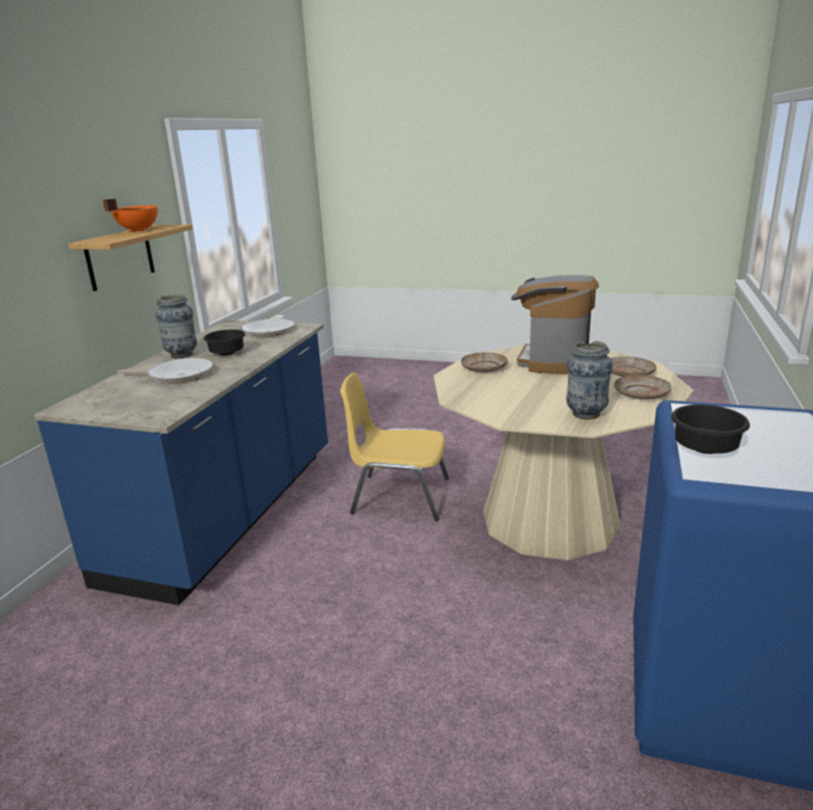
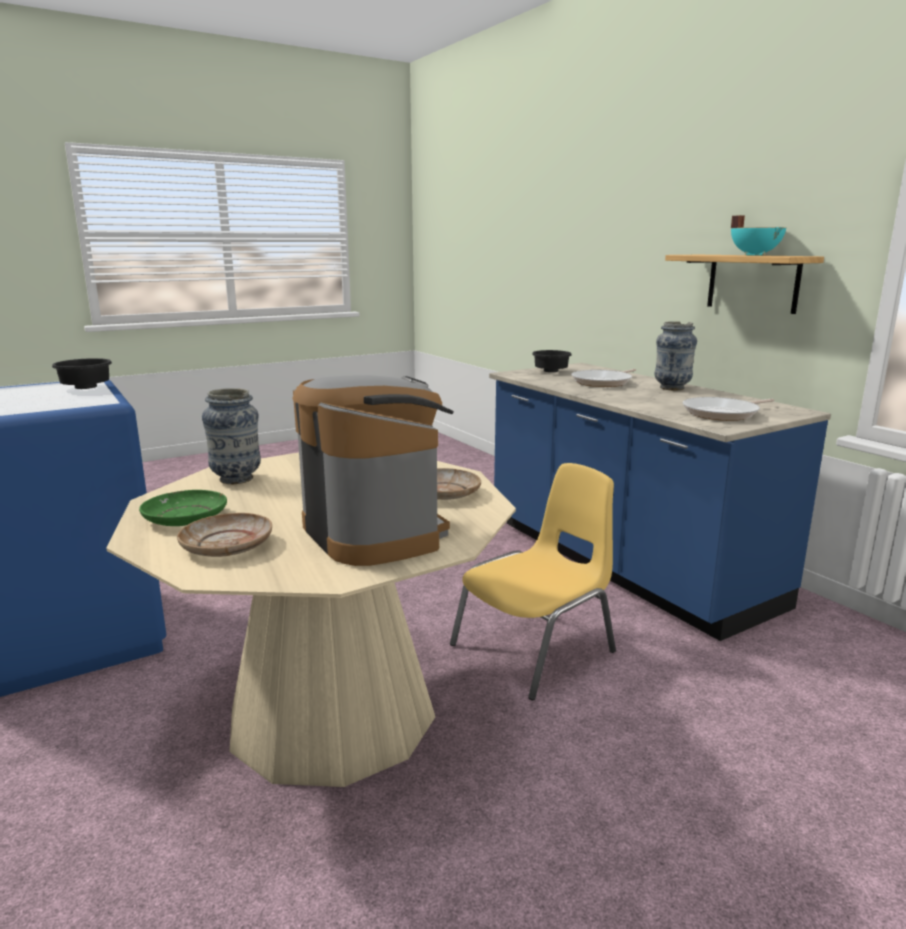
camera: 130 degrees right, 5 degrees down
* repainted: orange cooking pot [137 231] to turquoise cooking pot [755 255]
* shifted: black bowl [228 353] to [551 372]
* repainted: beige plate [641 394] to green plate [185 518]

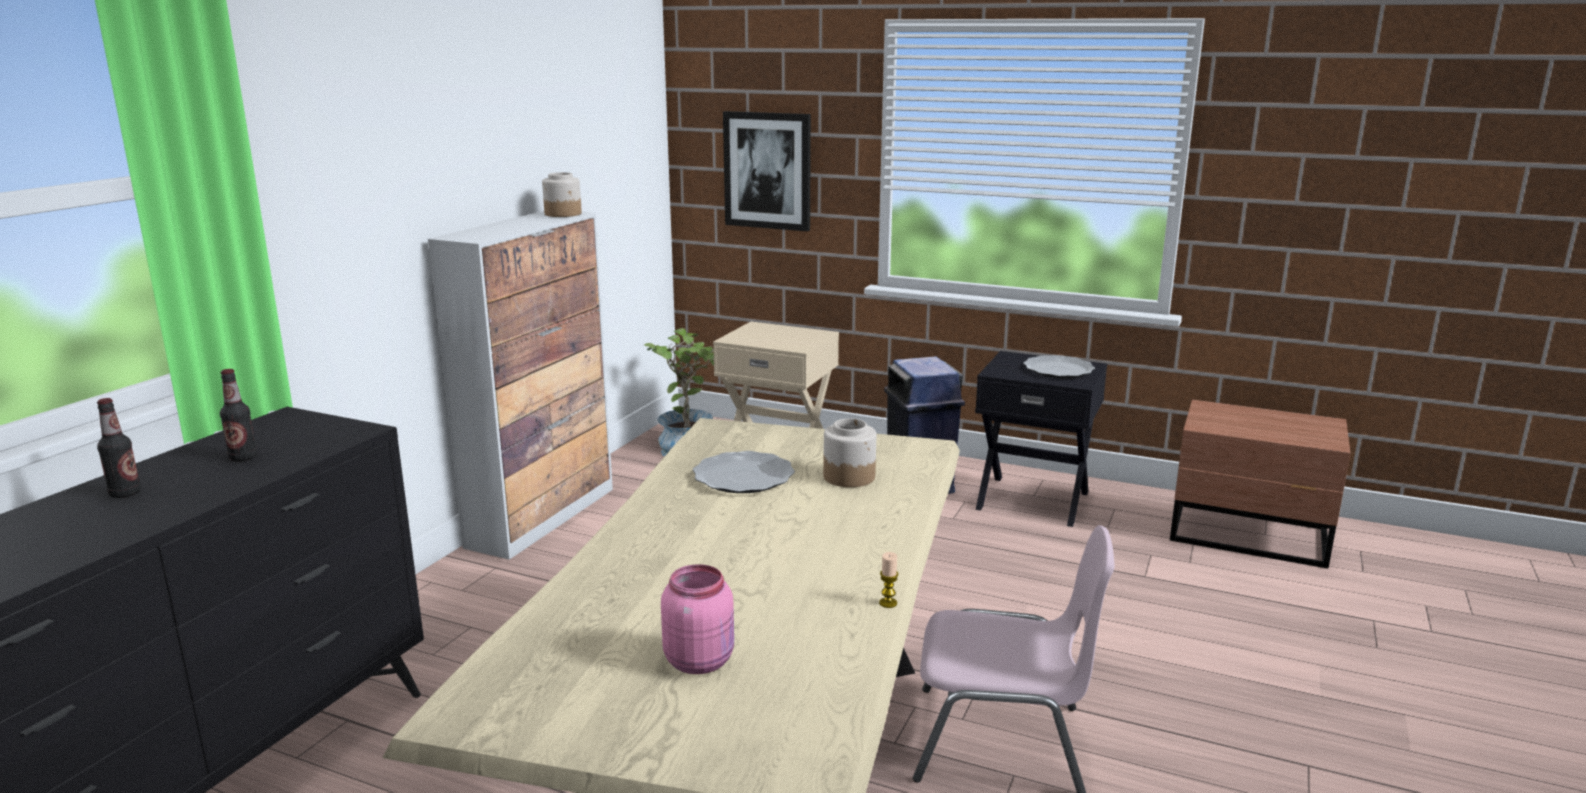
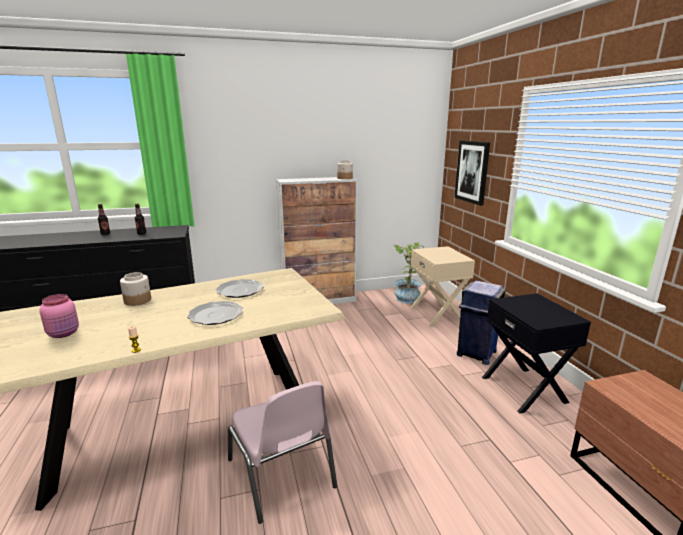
camera: 50 degrees right, 0 degrees up
* shifted: plate [1058 370] to [216 315]
* shifted: jar [849 477] to [138 300]

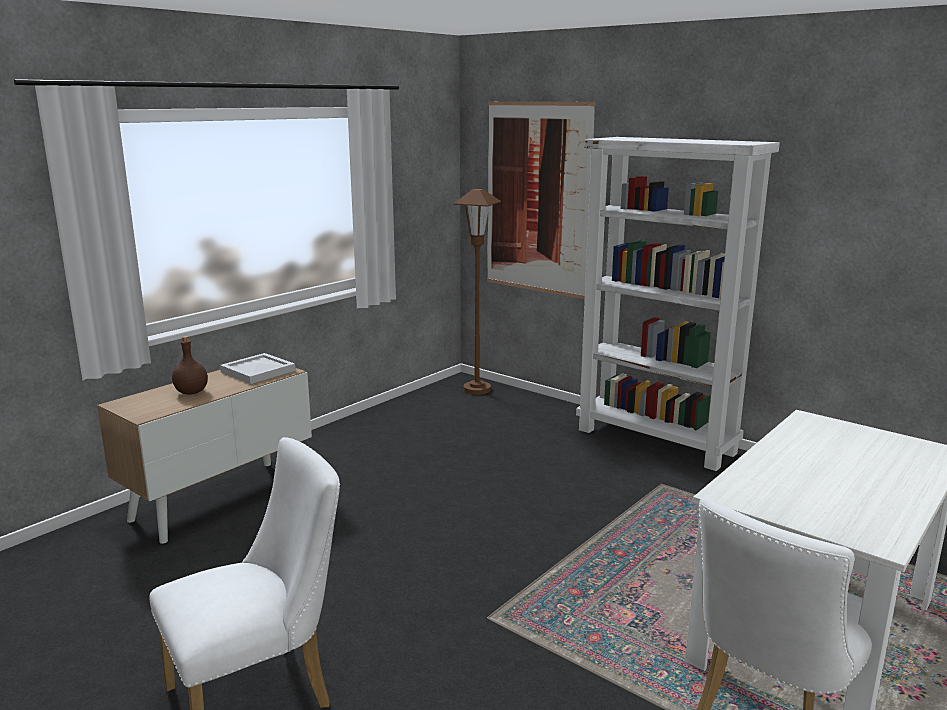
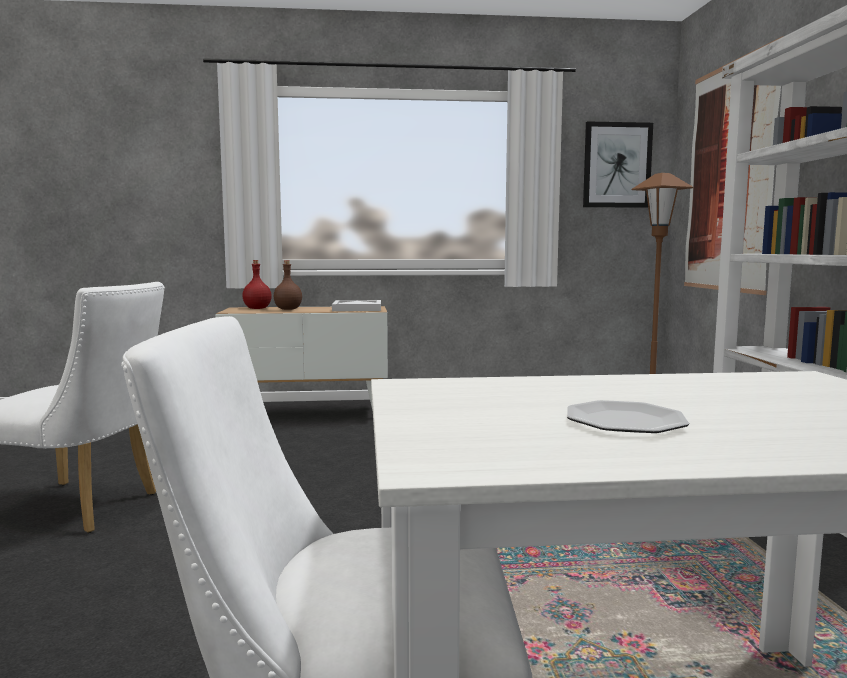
camera: 45 degrees right, 10 degrees down
* new: picture [617 165]
* new: red bottle [257 308]
* new: plate [625 422]

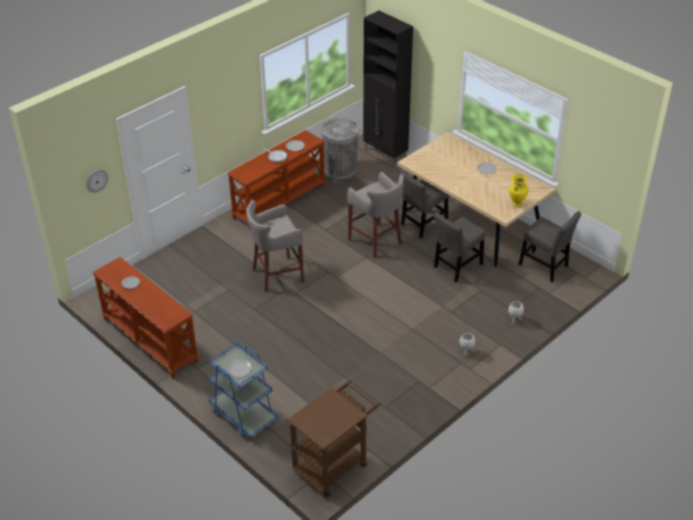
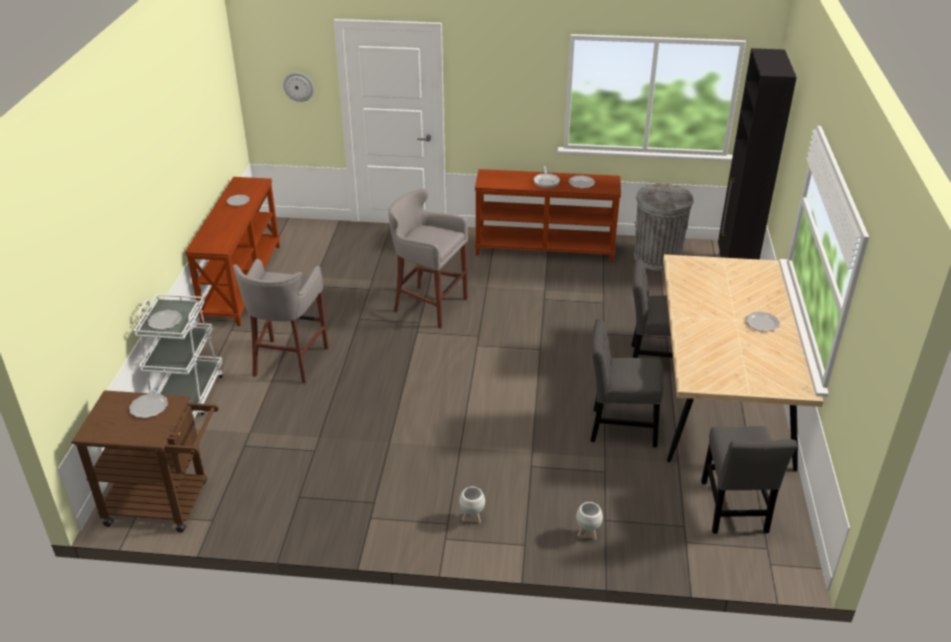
camera: 50 degrees right, 5 degrees down
* shifted: grey stool [376 241] to [288 362]
* gone: yellow vase [516 203]
* repainted: blue cart [243 415] to white cart [188 395]
* new: plate [149 406]

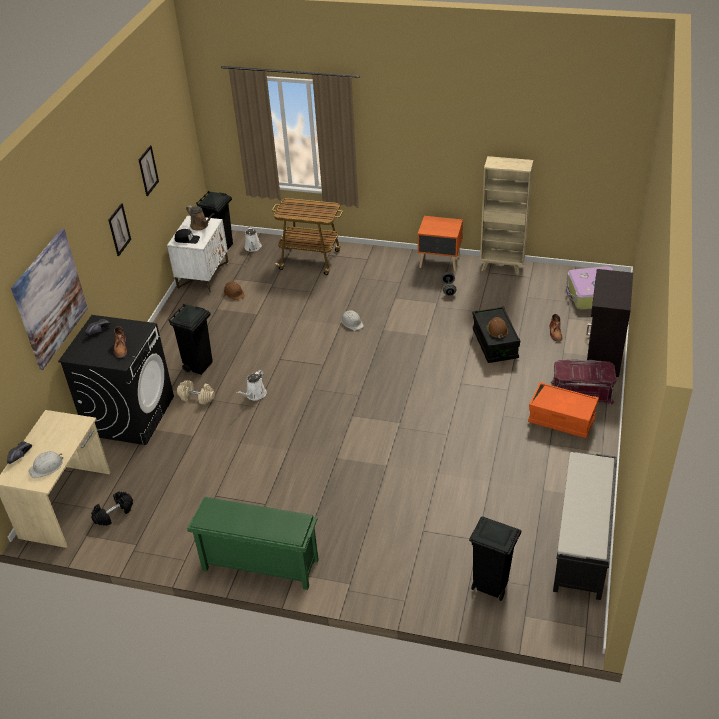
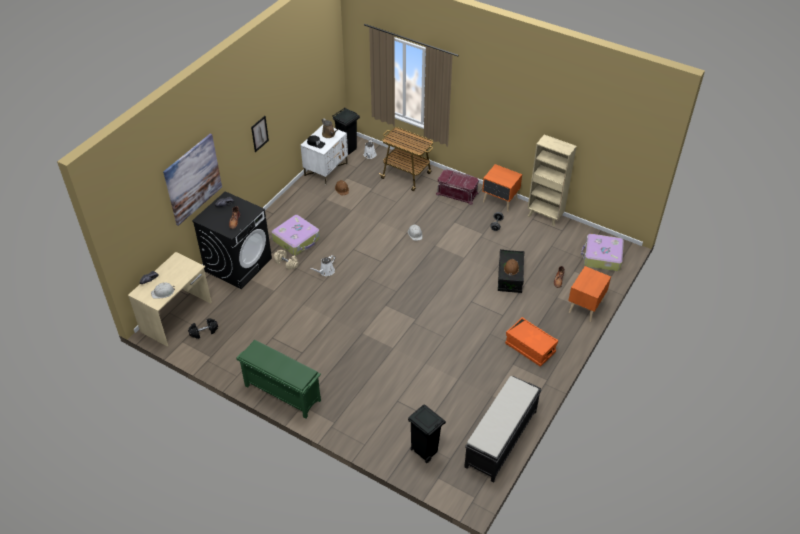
camera: 15 degrees right, 5 degrees up
* gone: picture [148 170]
* swapped: black cabinet [602 355] to orange nightstand [585 307]
* swapped: black trash can [199 365] to suitcase [297 239]
* shifted: red storage box [582 391] to [457 193]

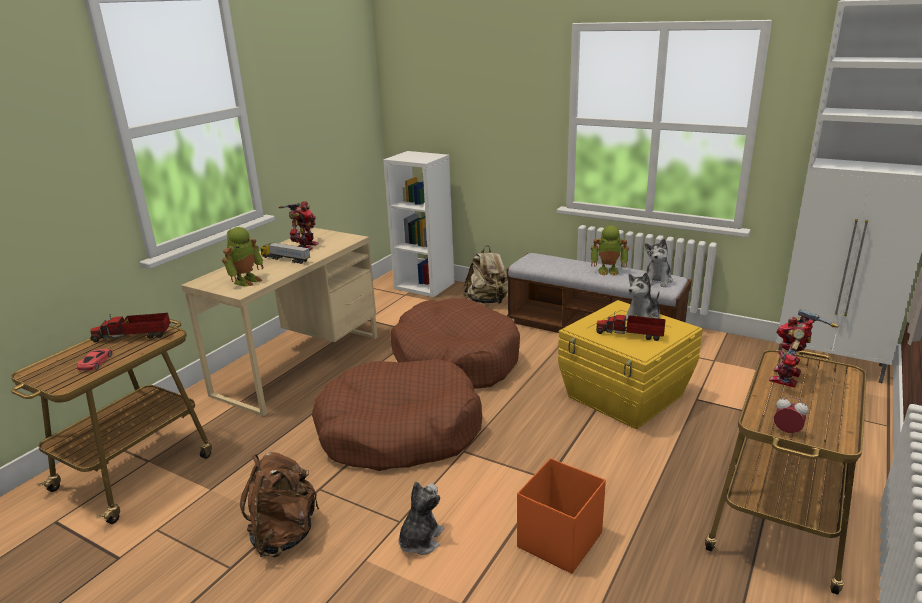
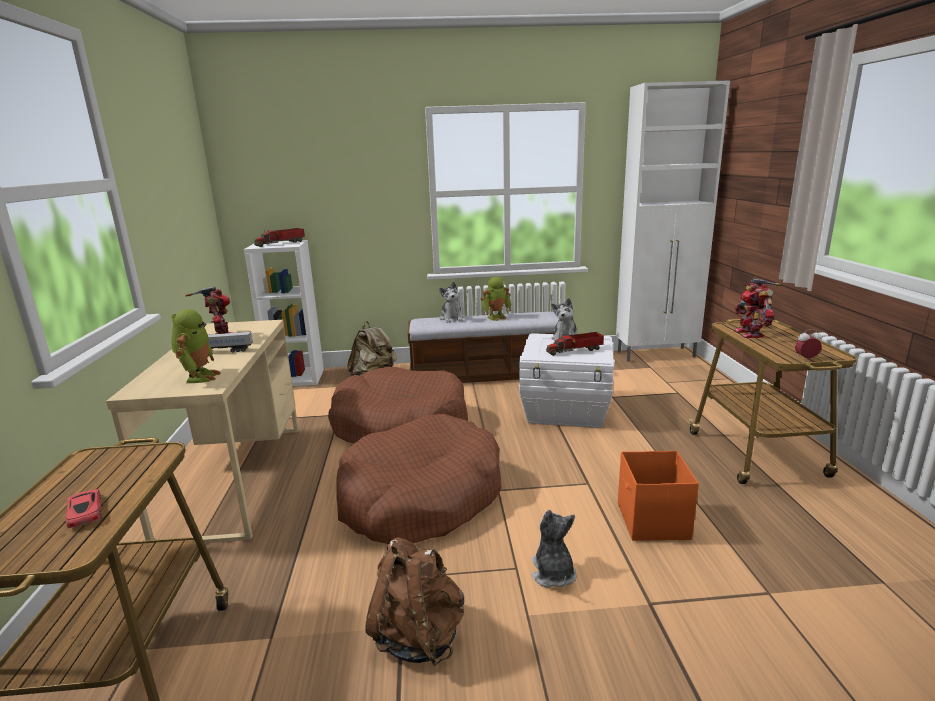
camera: 35 degrees left, 5 degrees down
* shifted: plush toy [657 280] to [452 318]
* repainted: yellow storage box [625 397] to white storage box [567 410]
* shifted: toy truck [134 336] to [281 243]

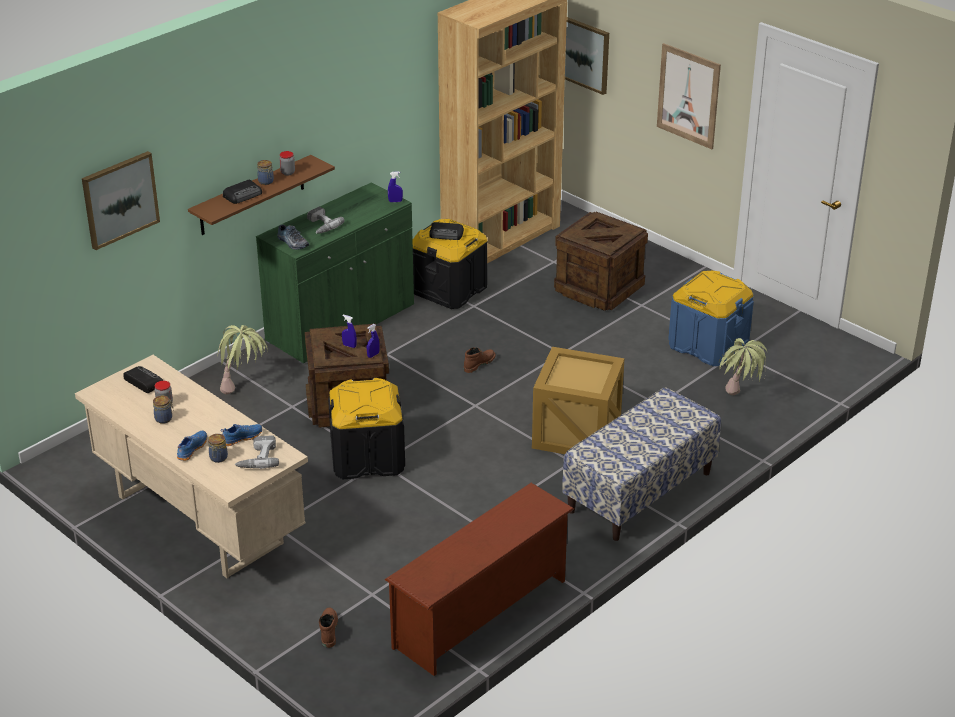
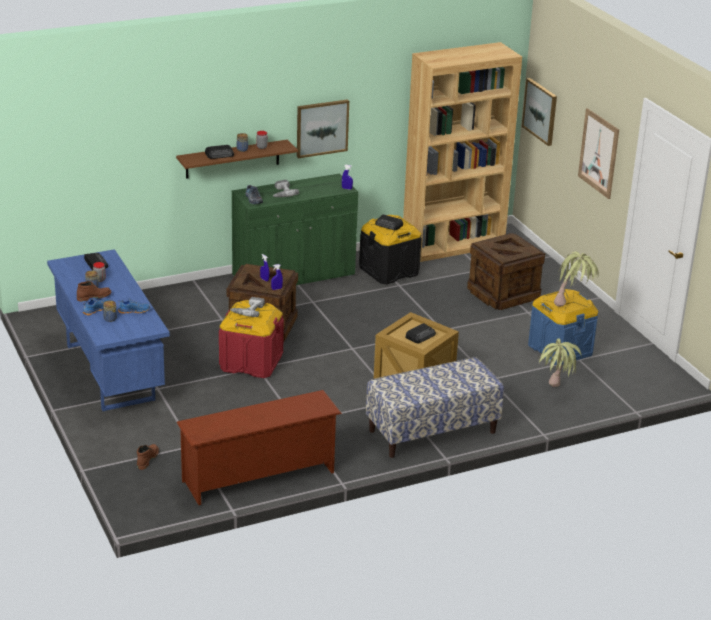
camera: 20 degrees right, 5 degrees down
* shifted: picture [120 199] to [322 128]
* shifted: potted plant [244 389] to [573 306]
* shifted: brown boot [479 363] to [94 297]
* repainted: beige desk [198 519] to blue desk [109 372]
* repainted: black storage box [367 457] to red storage box [251 362]
* shifted: power drill [257 458] to [248 310]
* new: radio [420 336]

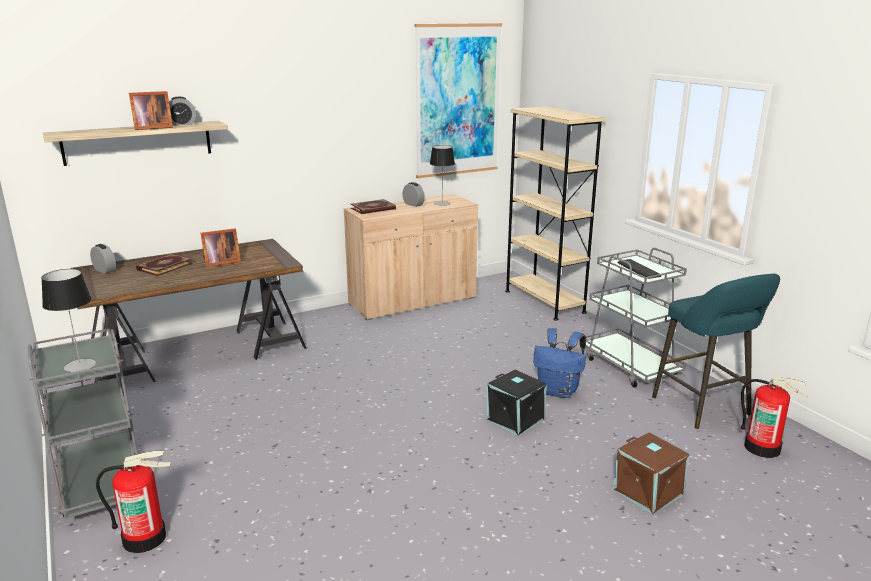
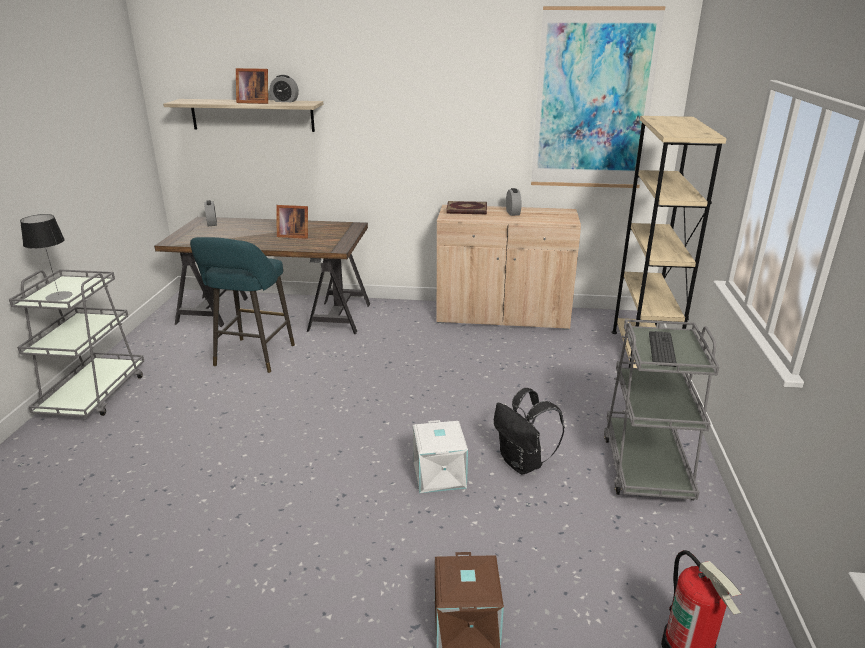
camera: 35 degrees right, 5 degrees up
* gone: table lamp [442 203]
* gone: book [164 266]
* shifted: turquoise stool [704 408] to [252 357]
* repainted: blue backpack [559 391] to black backpack [523 463]
* repainted: black storage box [516 419] to white storage box [440 475]
* gone: fire extinguisher [145 538]

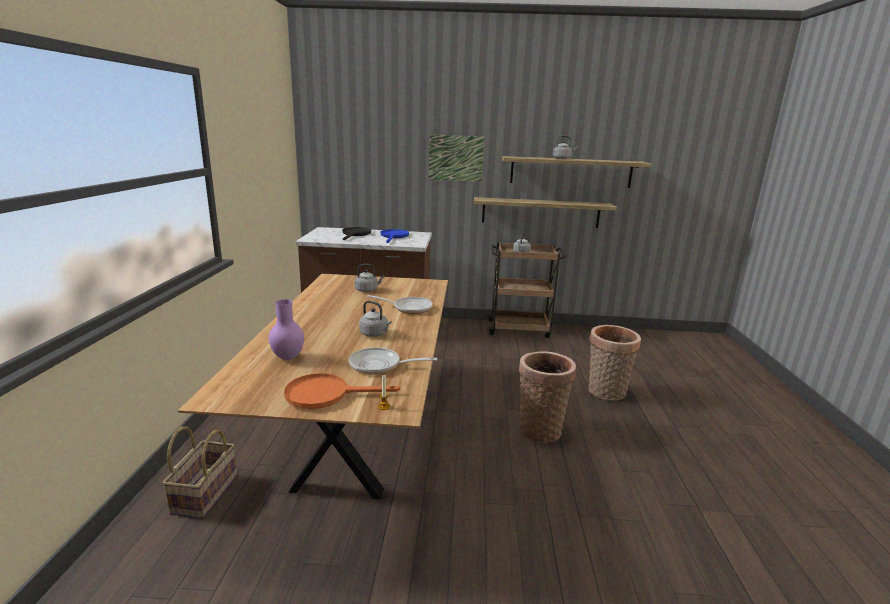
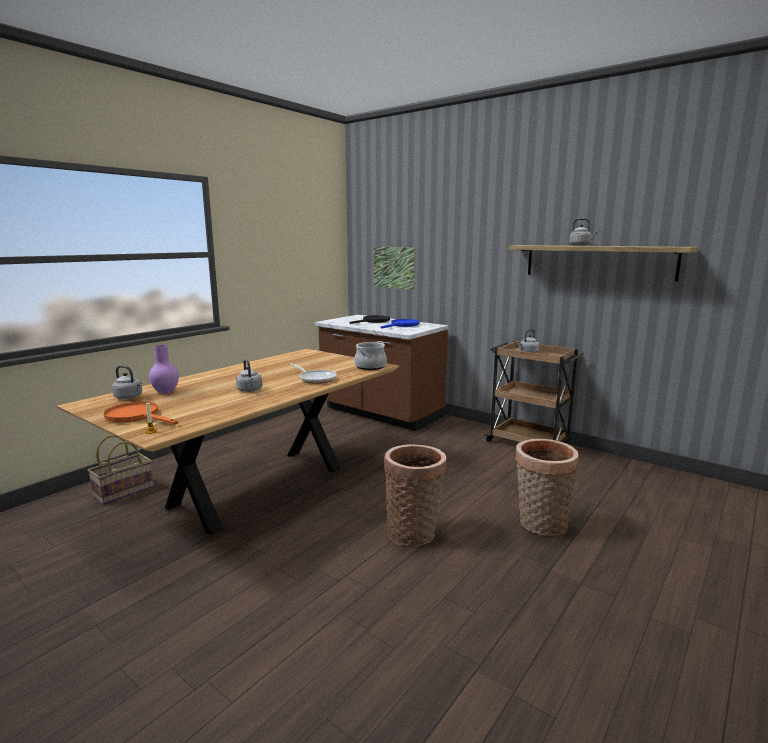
camera: 35 degrees right, 5 degrees down
* shifted: picture [455 158] to [393 267]
* gone: shelf [540 212]
* shifted: grey kettle [367 290] to [129 397]
* gone: frying pan [379 365]
* new: cooking pot [370 367]

